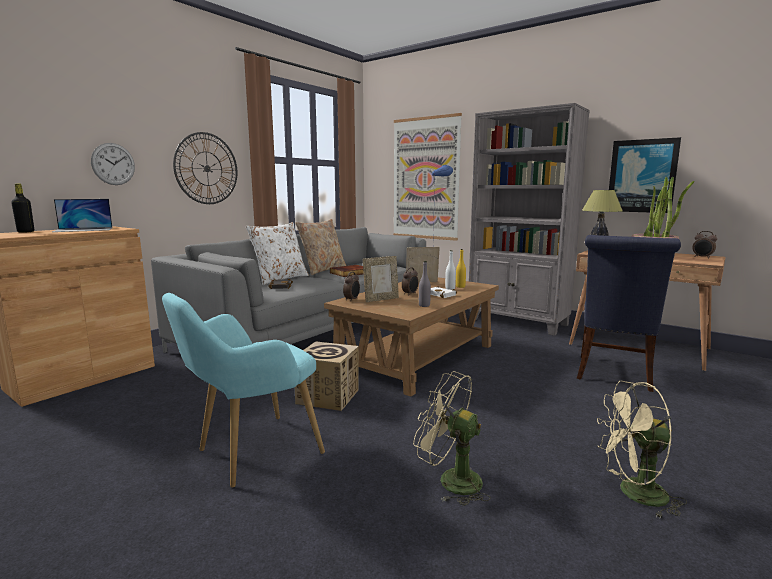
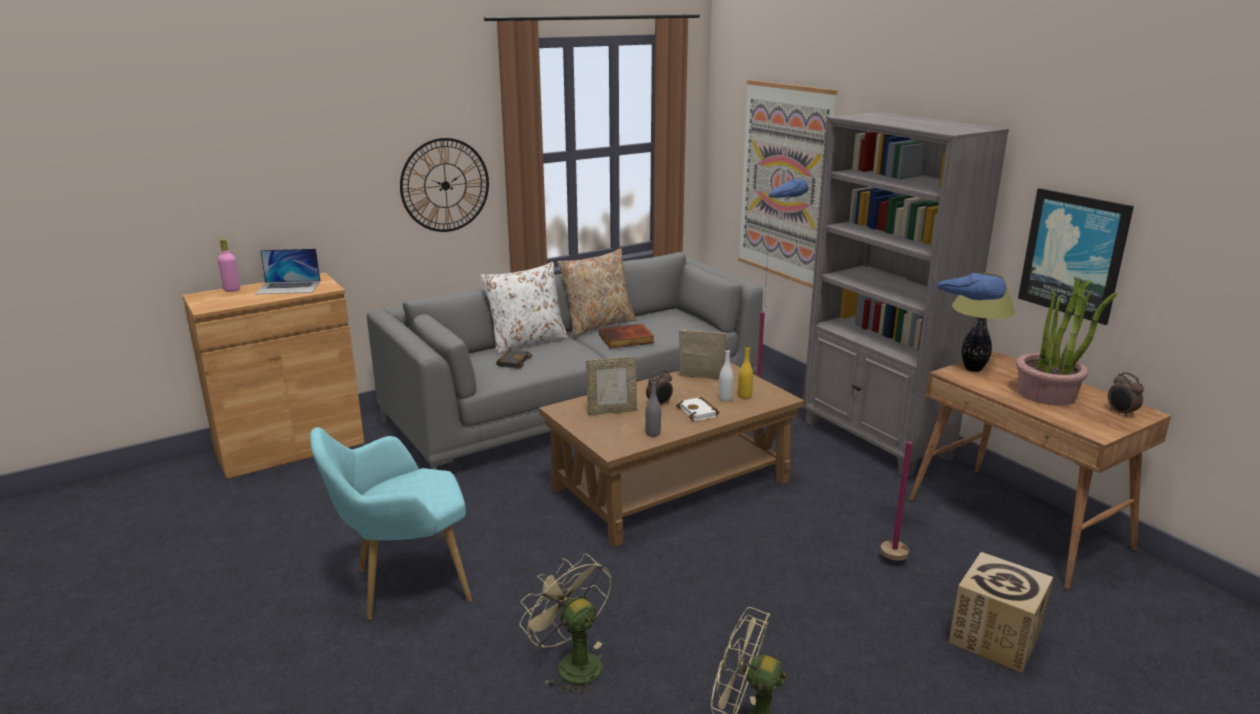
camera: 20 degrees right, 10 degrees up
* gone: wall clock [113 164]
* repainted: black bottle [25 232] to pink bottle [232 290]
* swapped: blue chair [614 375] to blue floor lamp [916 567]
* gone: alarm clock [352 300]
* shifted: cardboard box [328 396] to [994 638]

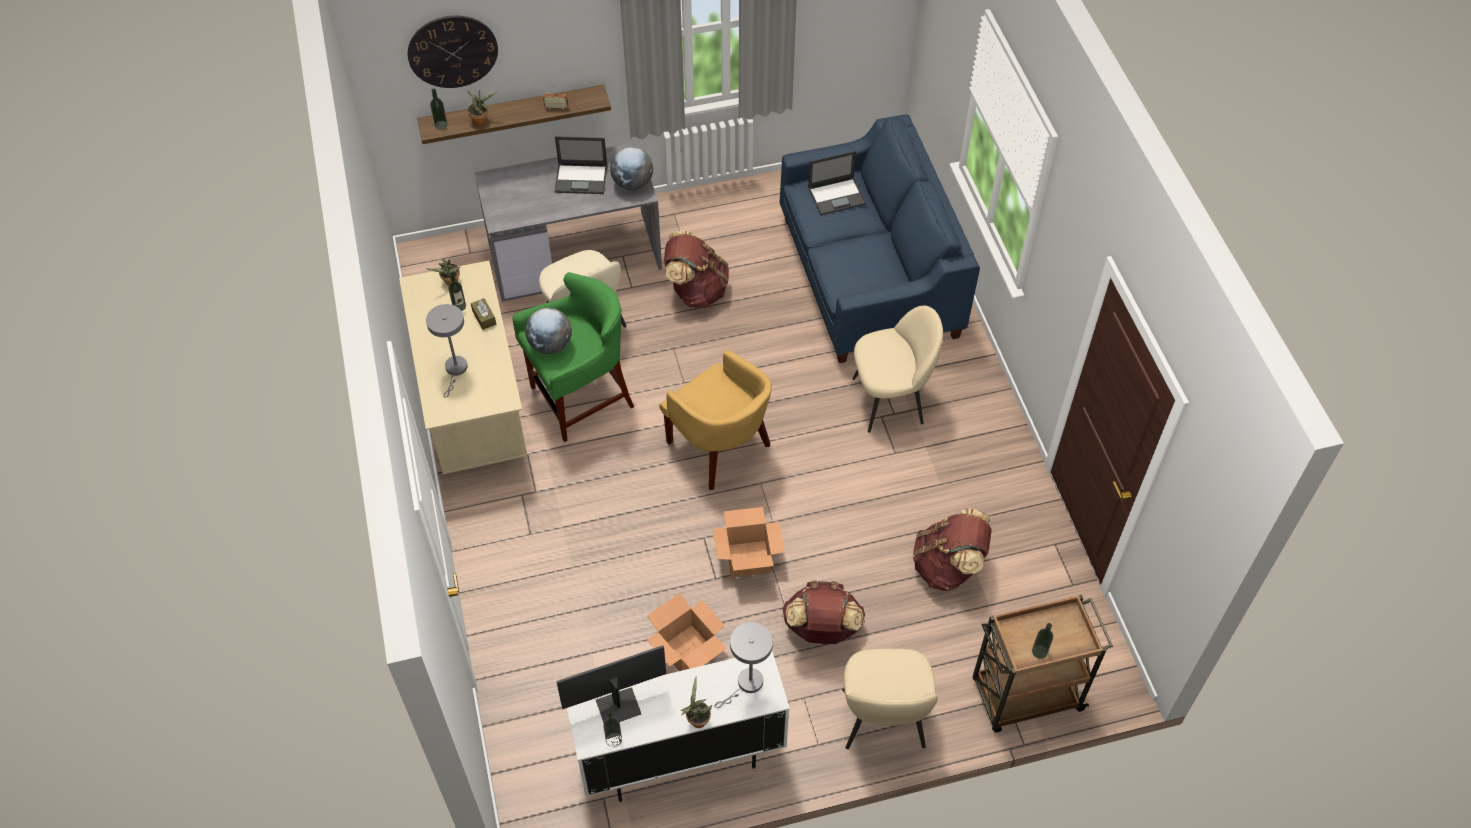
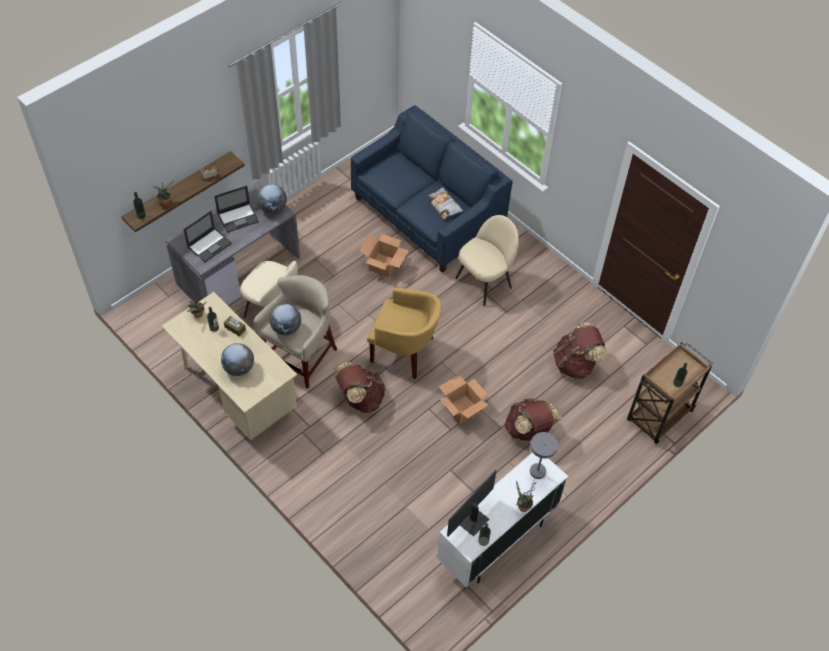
camera: 30 degrees left, 0 degrees up
* gone: wall clock [452 51]
* shifted: laptop [837 196] to [209 245]
* shifted: brown backpack [696 290] to [360 398]
* repainted: green stool [581 399] to beige stool [301 358]
* swapped: grey table lamp [455 370] to globe [239 368]
* shifted: cardboard box [687 649] to [383 265]
* gone: beige chair [883 721]
* new: pillow [444 205]

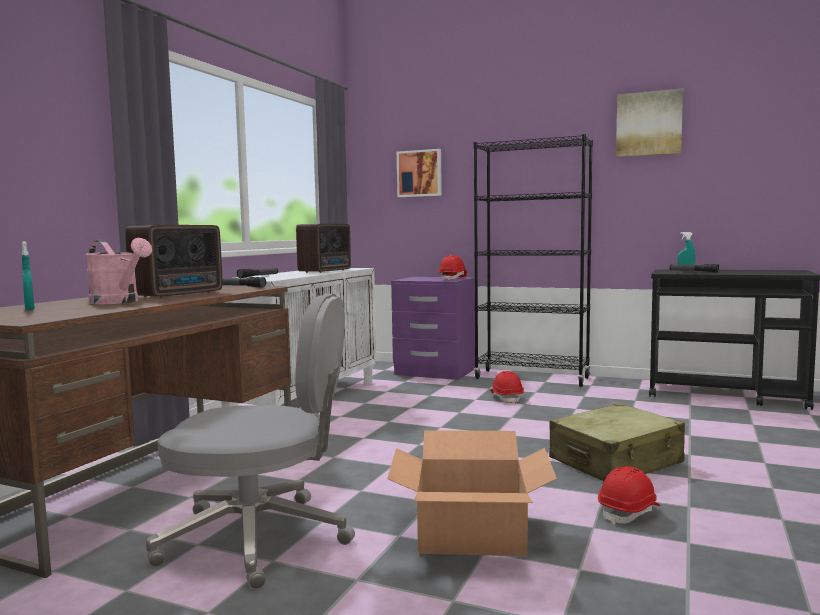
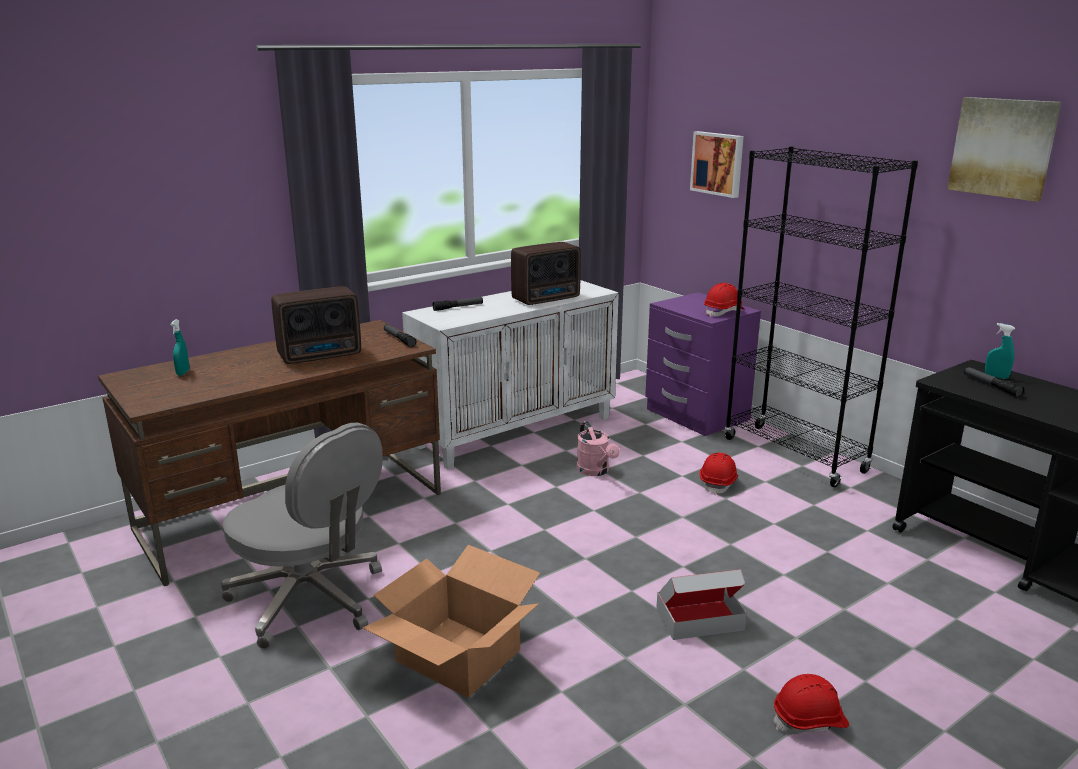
camera: 30 degrees right, 15 degrees up
* shifted: pink watering can [119 302] to [596 471]
* swapped: beige suitcase [616 461] to cardboard box [700 619]
* shifted: red hard hat [629 512] to [810 721]

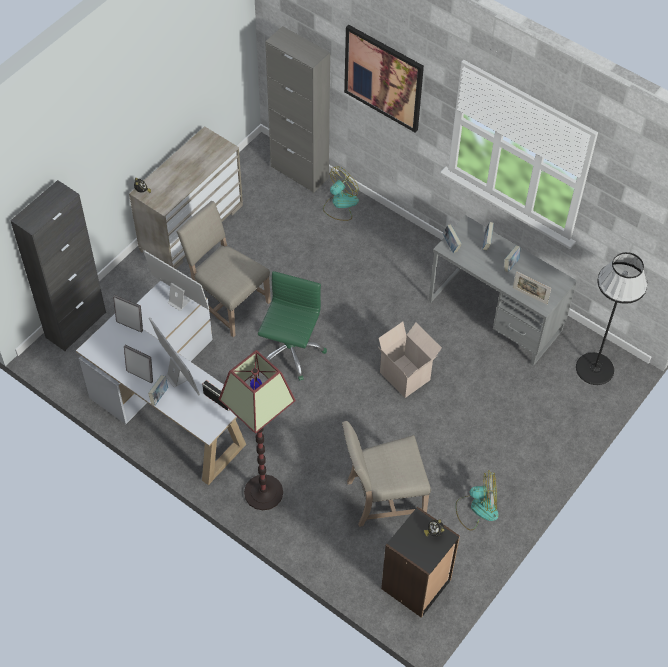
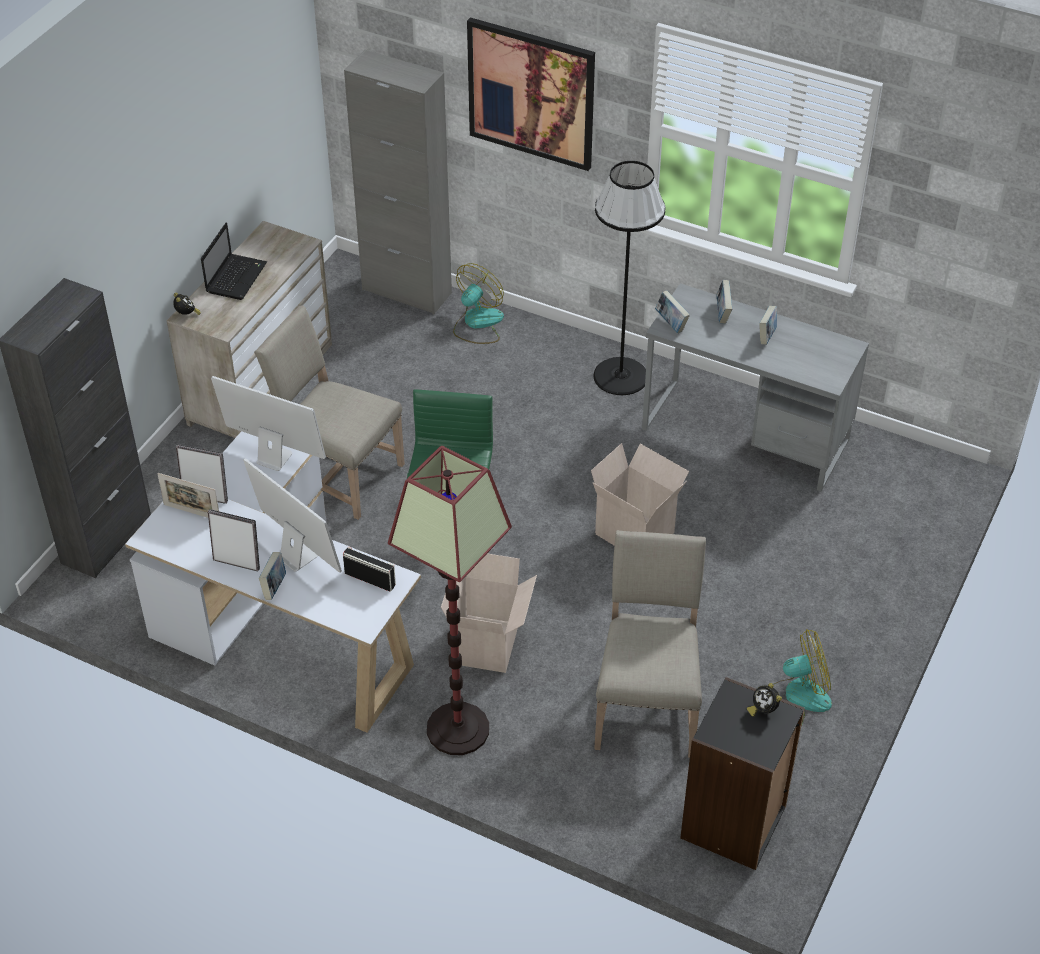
camera: 10 degrees left, 10 degrees down
* shifted: black floor lamp [595 369] to [621 376]
* shifted: picture frame [529 296] to [192 512]
* rotated: beige chair [383 497] = [647 706] 120 degrees clockwise
* new: laptop [236 277]
* new: cardboard box [488 645]

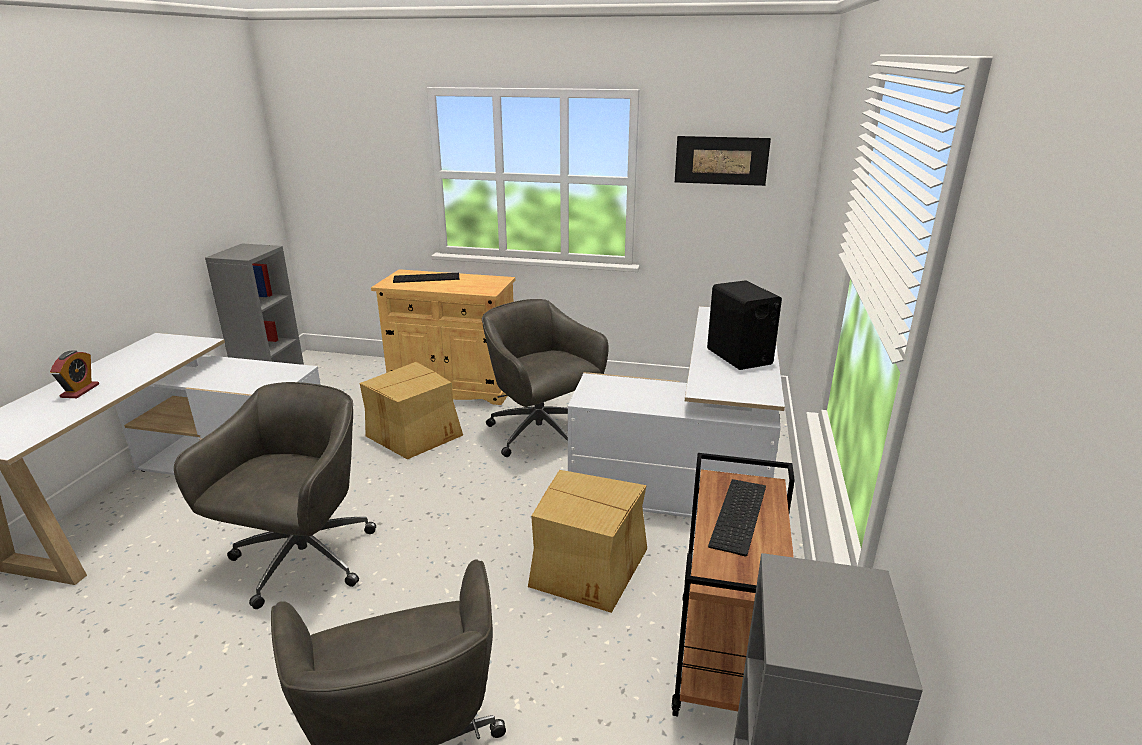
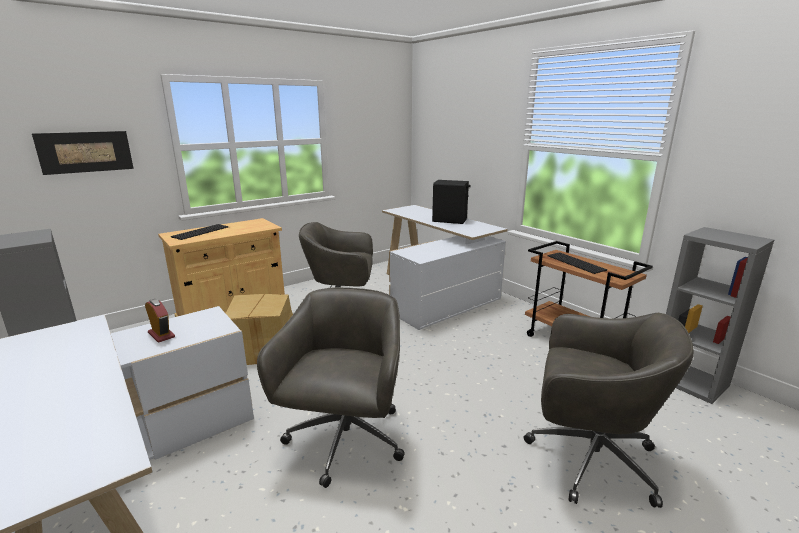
camera: 50 degrees left, 5 degrees down
* shifted: picture [721 160] to [85 152]
* shifted: alarm clock [80 391] to [161 335]
* rotated: grey office chair [301 561] = [344 441] 45 degrees clockwise
* gone: cardboard box [587 566]

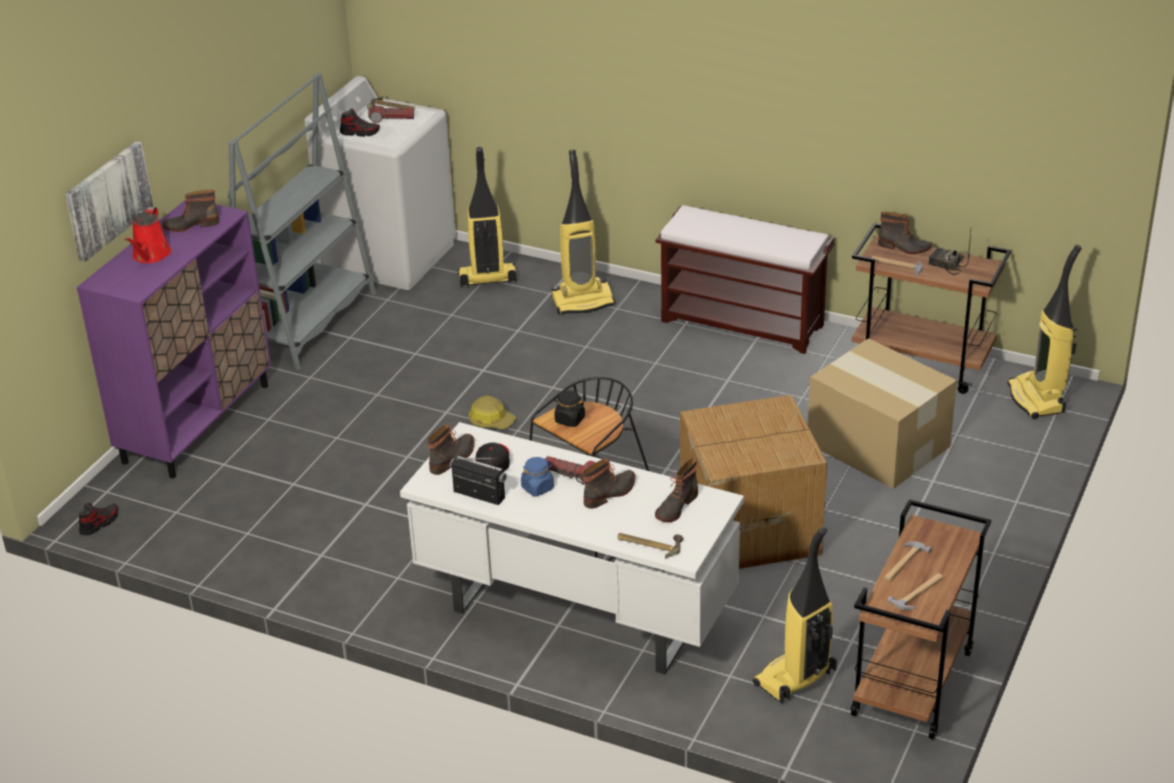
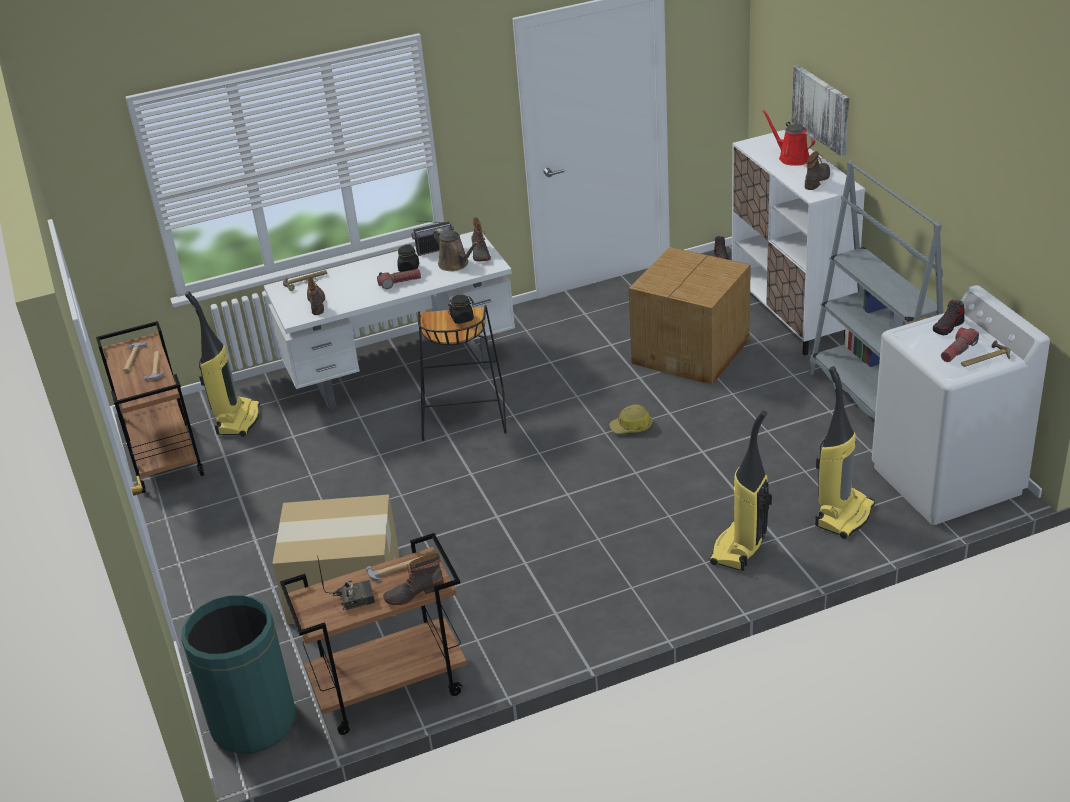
camera: 135 degrees right, 0 degrees up
* repainted: purple cabinet [197 423] to white cabinet [791 315]
* gone: brown bench [744 323]
* swapped: vacuum cleaner [1037 399] to green trash can [253 722]
* shifted: cardboard box [747 527] to [692 351]
* swapped: black cap [493 461] to brown watering can [455 264]
* repainted: blue jar [537 488] to black jar [409 268]
* gone: boot [610 493]

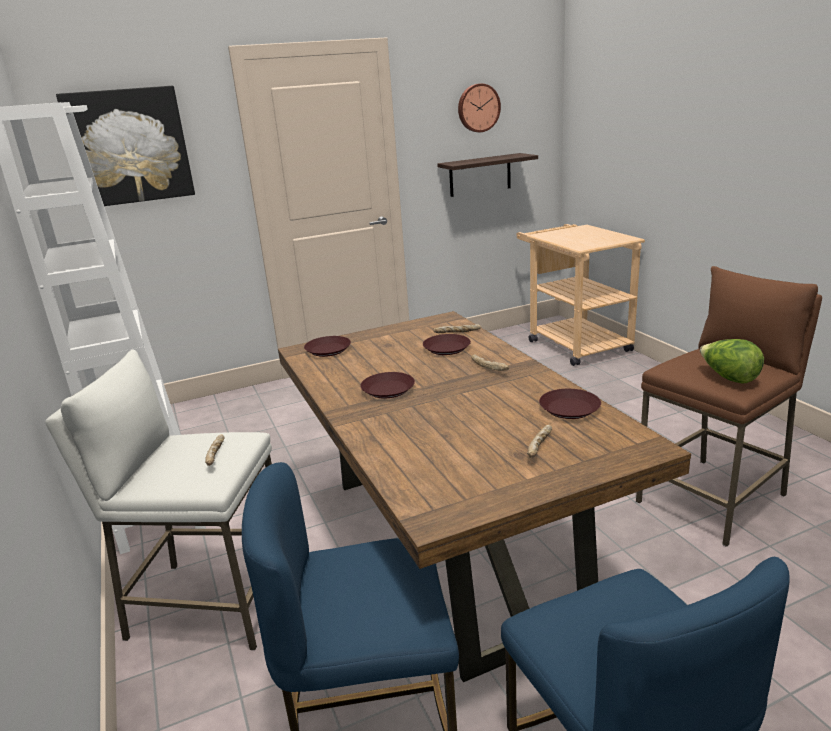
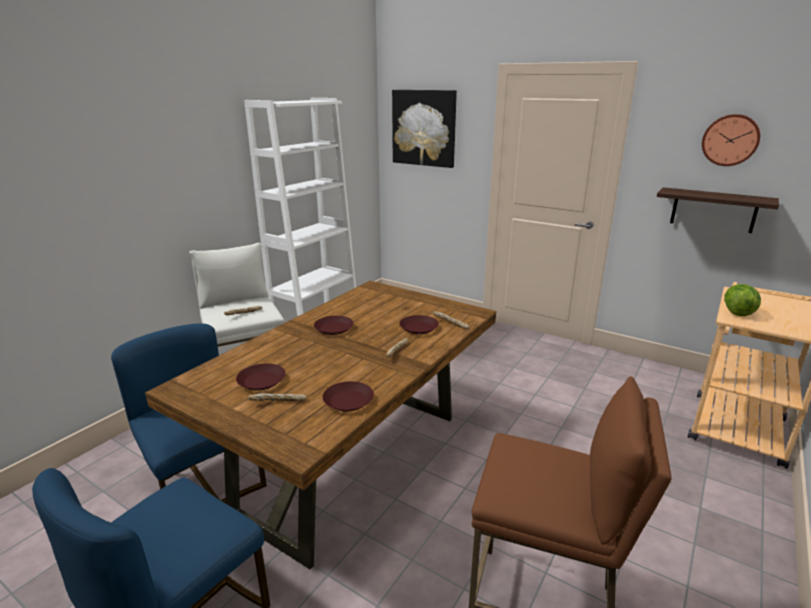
camera: 55 degrees right, 0 degrees up
* shifted: brown plate [328 350] to [262 380]
* shifted: lettuce [728 378] to [737 312]

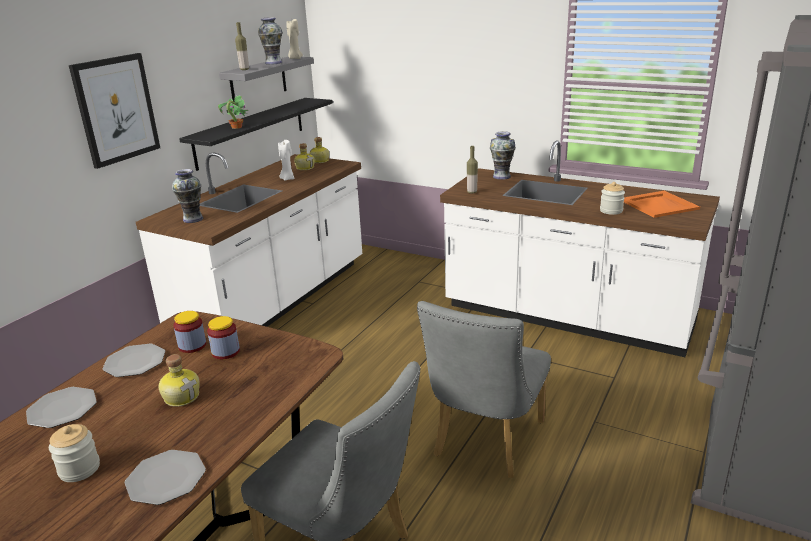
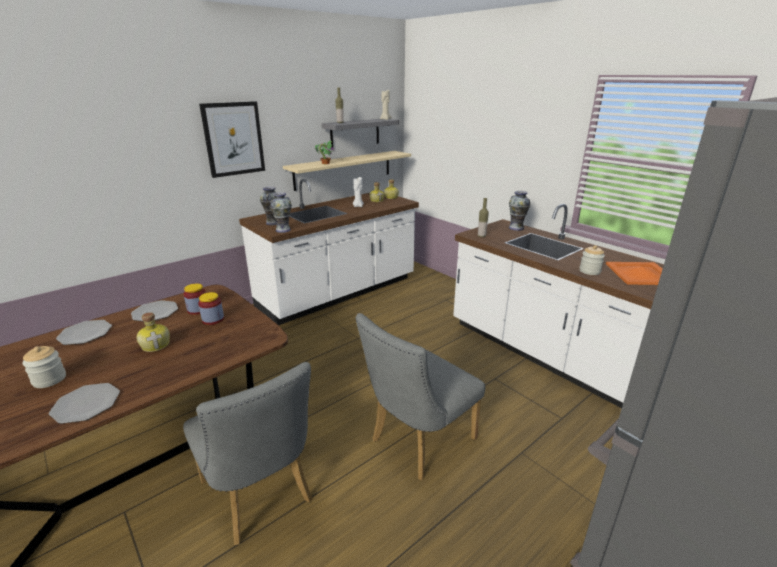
camera: 20 degrees right, 0 degrees up
* shifted: vase [273 63] to [283 230]
* repainted: black shelf [251 132] to beige shelf [344 169]

